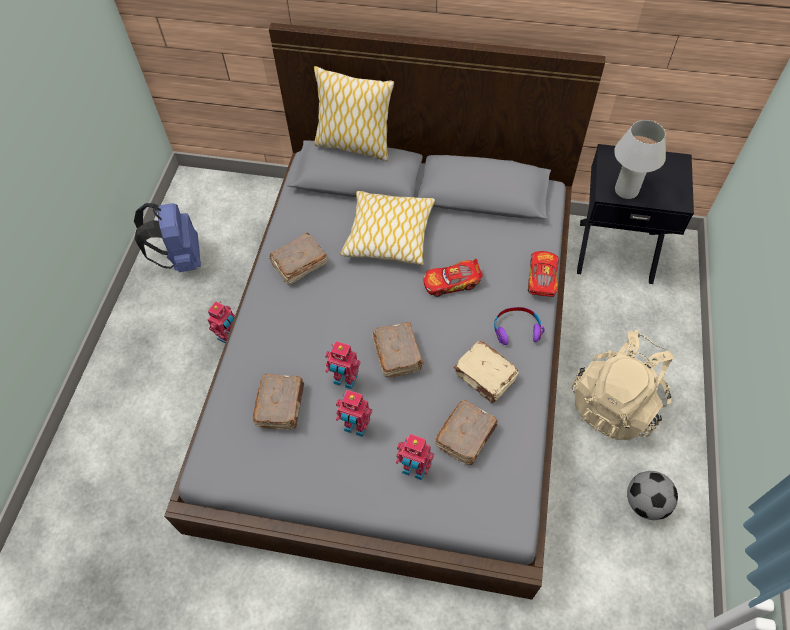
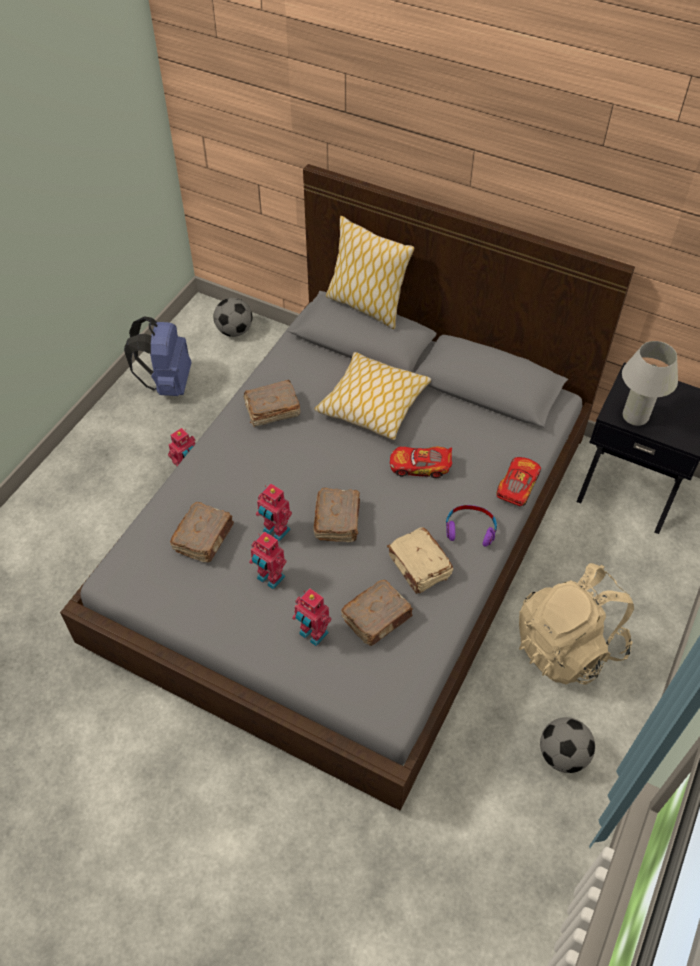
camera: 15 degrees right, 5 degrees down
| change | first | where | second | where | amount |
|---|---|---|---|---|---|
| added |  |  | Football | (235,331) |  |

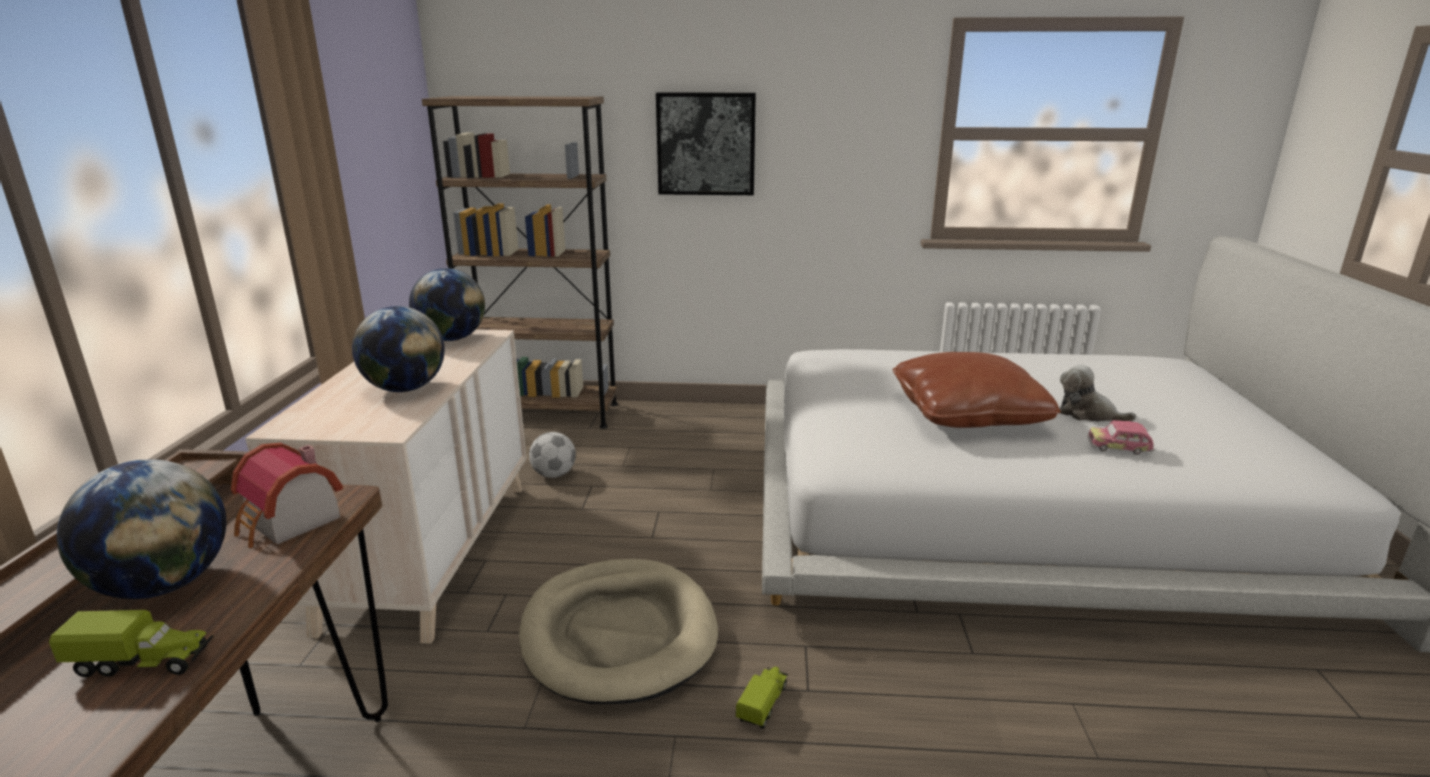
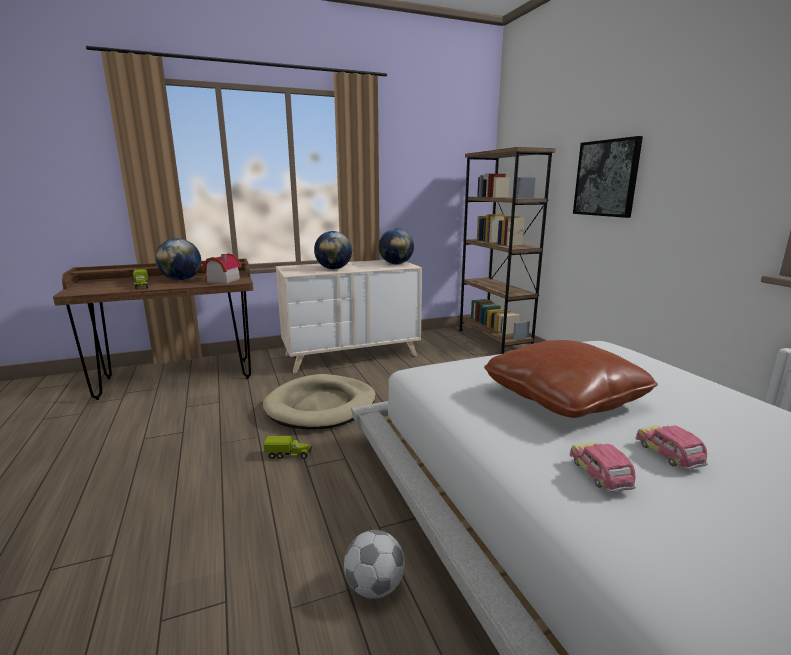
camera: 65 degrees right, 5 degrees down
| change | first | where | second | where | amount |
|---|---|---|---|---|---|
| moved | Football | (554,475) |  | (374,587) |  |
| replaced | PlushToy | (1088,414) | ToyCar | (668,455) |  |

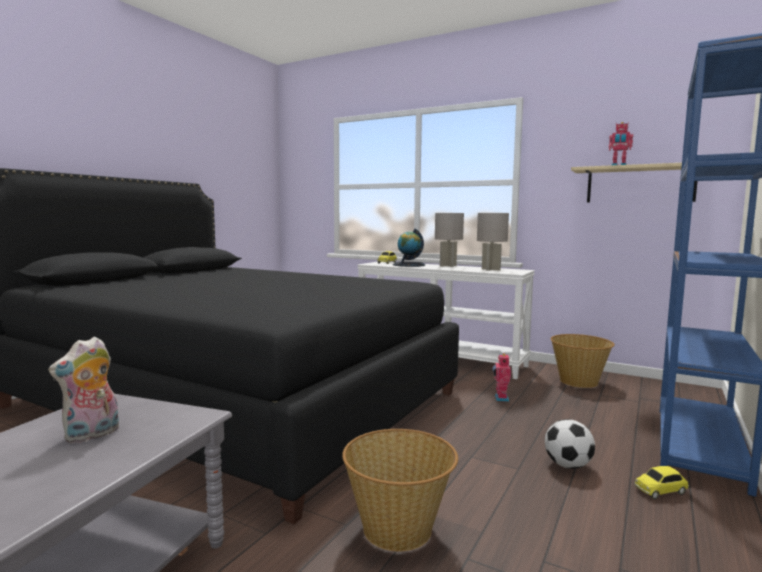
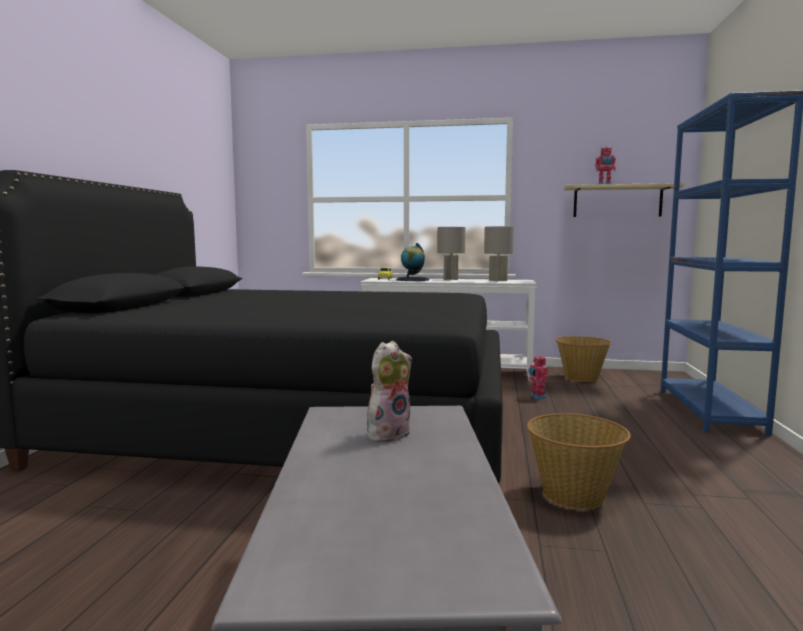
camera: 20 degrees left, 0 degrees up
| change | first | where | second | where | amount |
|---|---|---|---|---|---|
| turned | PlushToy | (92,435) |  | (388,434) | 150 degrees counterclockwise |
| removed | Football | (568,465) |  |  |  |
| removed | ToyCar | (661,491) |  |  |  |

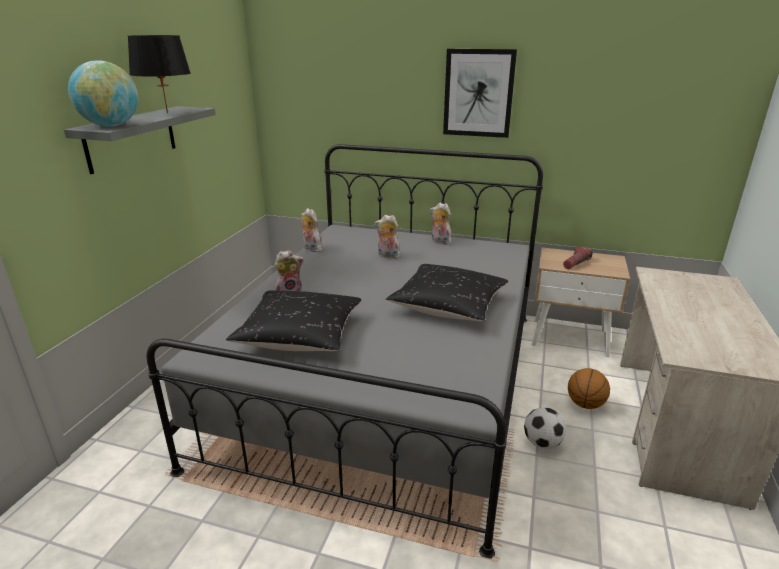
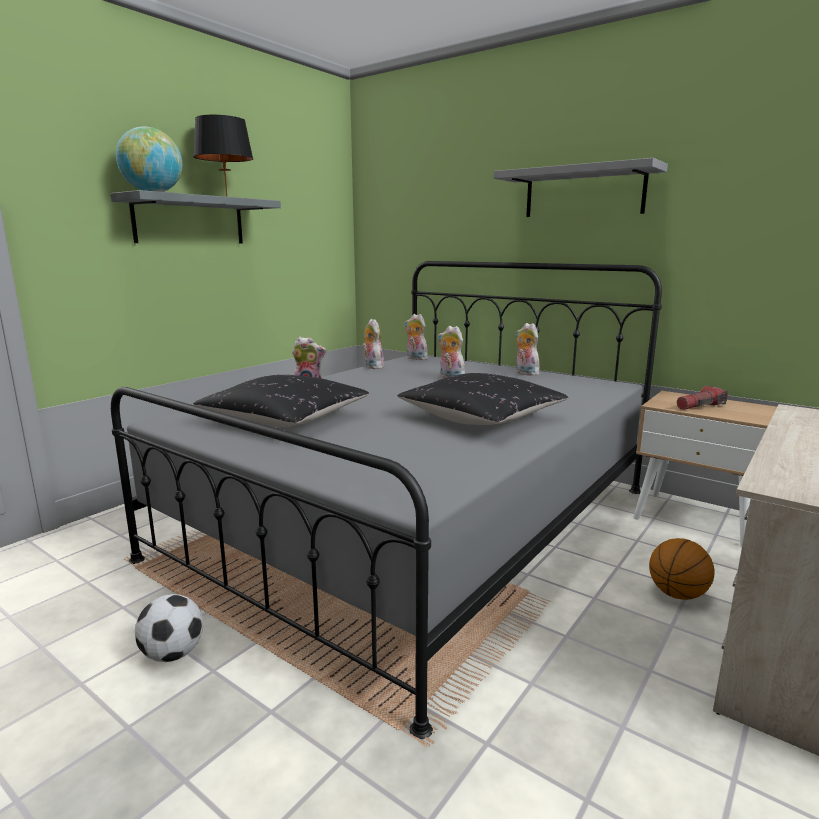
camera: 20 degrees right, 10 degrees down
| change | first | where | second | where | amount |
|---|---|---|---|---|---|
| moved | Football | (542,443) |  | (173,654) |  |
| added |  |  | PlushToy | (415,358) |  |
| replaced | Picture | (478,93) | GreyShelf | (583,192) |  |

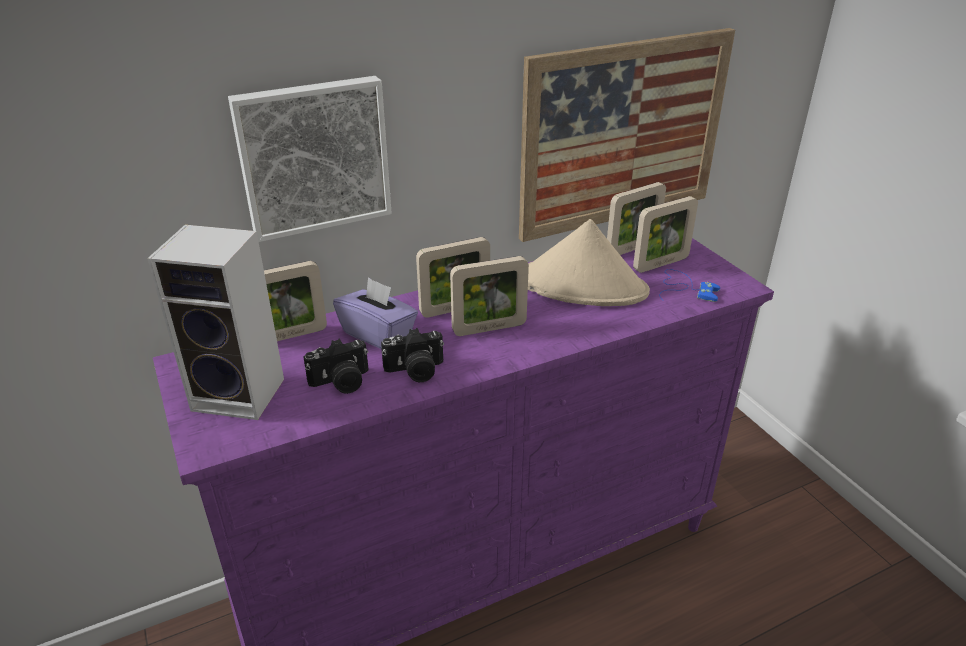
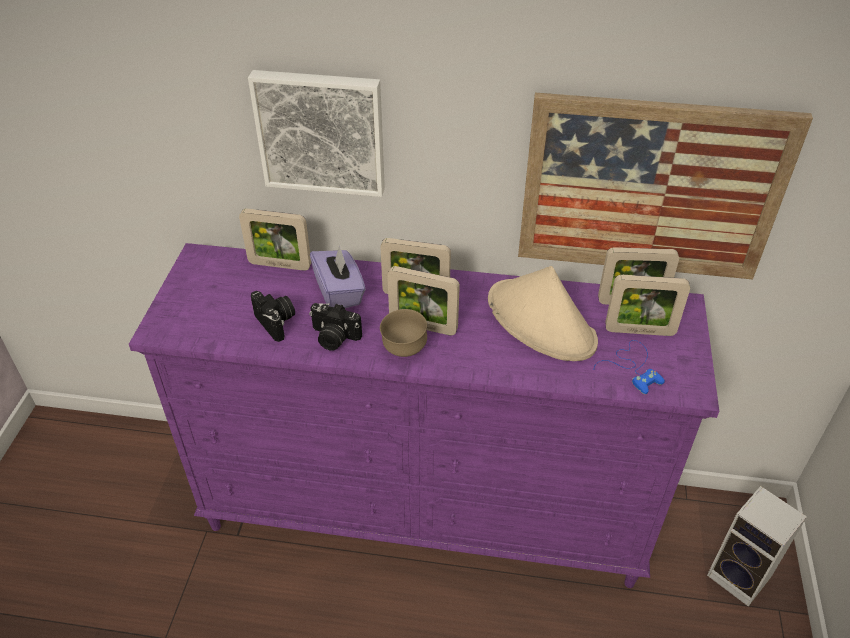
camera: 35 degrees right, 10 degrees up
| change | first | where | second | where | amount |
|---|---|---|---|---|---|
| turned | PhotoCamera | (341,382) |  | (277,322) | 135 degrees counterclockwise |
| added |  |  | BrownBowl | (404,350) |  |
| moved | Speaker | (242,394) |  | (741,577) |  |

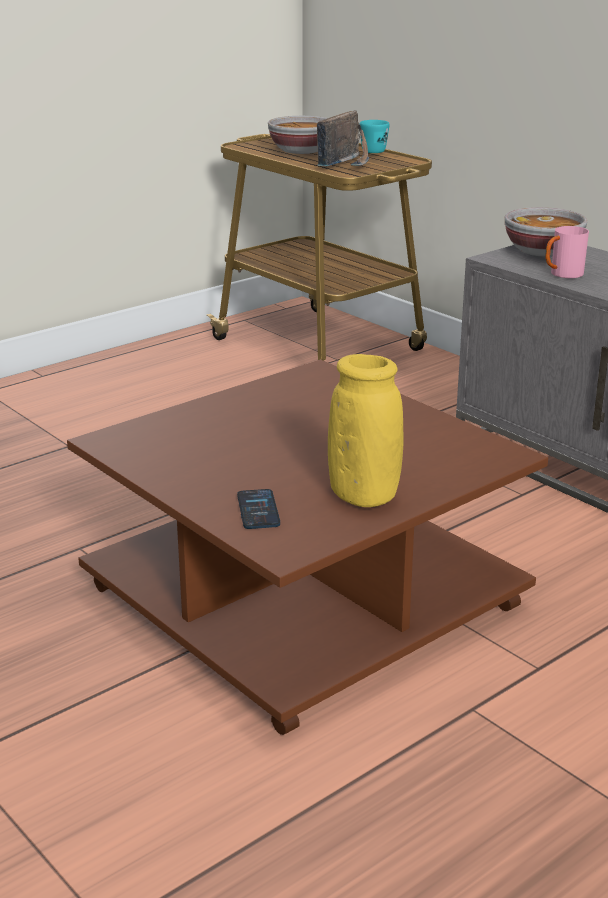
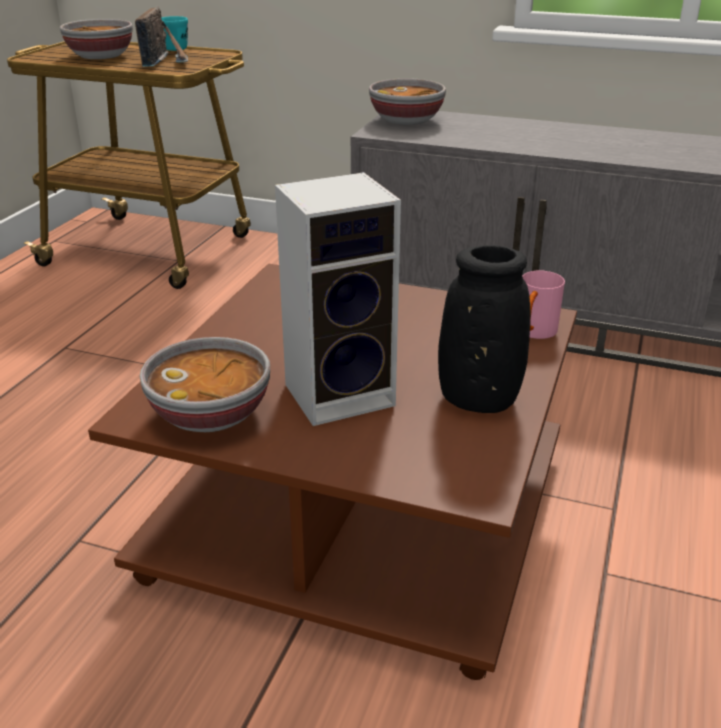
camera: 30 degrees left, 5 degrees up
| change | first | where | second | where | amount |
|---|---|---|---|---|---|
| added |  |  | Bowl | (212,414) |  |
| added |  |  | Speaker | (342,393) |  |
| recoloured | YellowVase | (363,496) | BlackVase | (479,400) |  |
| moved | PinkMug | (562,275) |  | (534,333) |  |
| removed | Phone | (258,510) |  |  |  |

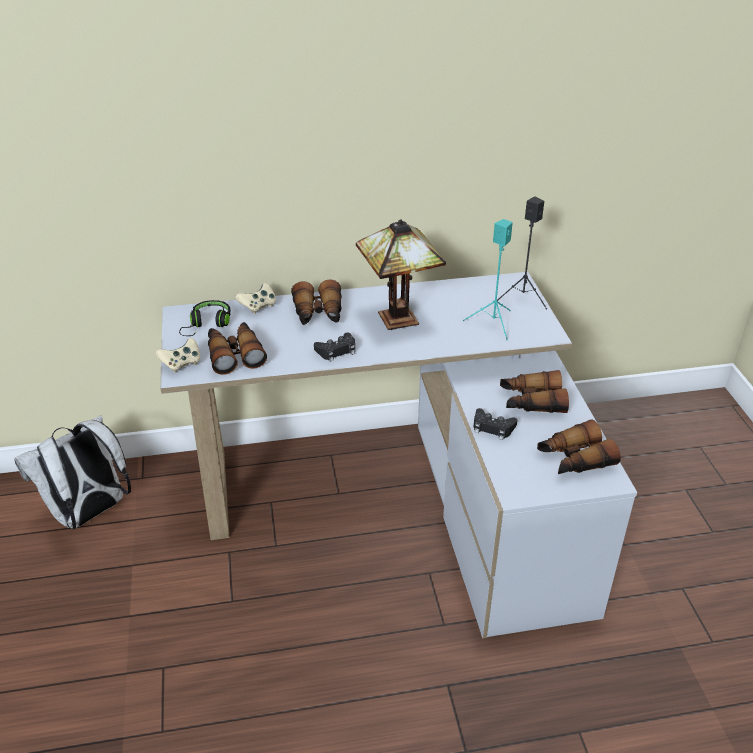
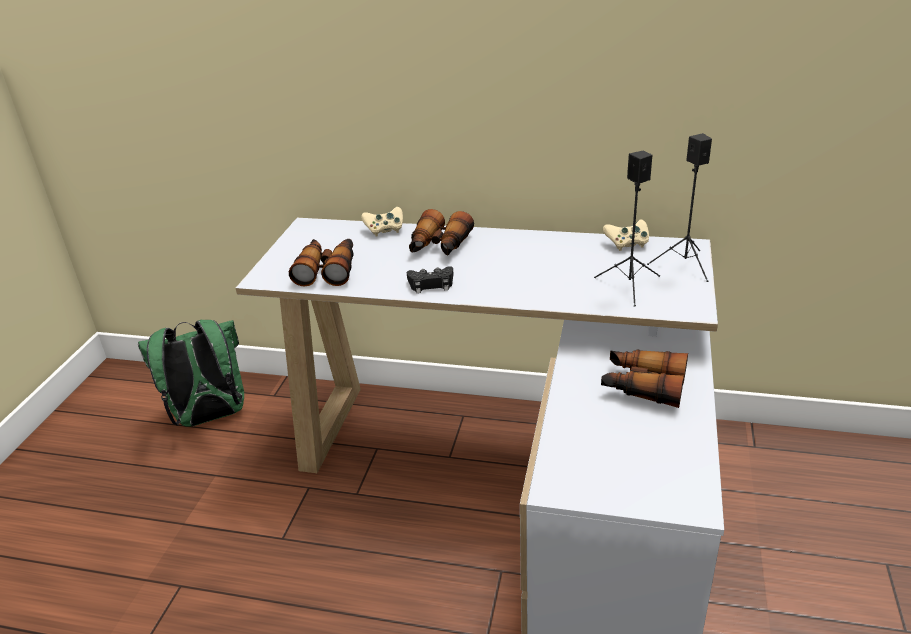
camera: 25 degrees right, 5 degrees down
| change | first | where | second | where | amount |
|---|---|---|---|---|---|
| recoloured | WhiteBackpack | (89,513) | GreenBackpack | (209,417) |  |
| recoloured | TurquoiseSpeaker | (494,323) | BlackSpeaker | (629,286) |  |
| moved | BeigeGameController | (181,364) |  | (627,244) |  |
| removed | BlackHeadphones | (207,324) |  |  |  |
| removed | TableLamp | (401,320) |  |  |  |
| removed | BlackGameController | (492,428) |  |  |  |
| removed | Binoculars | (574,459) |  |  |  |

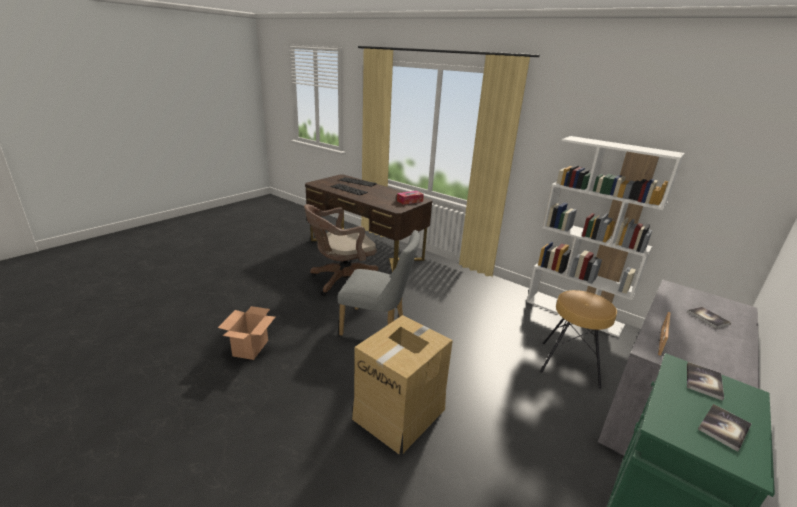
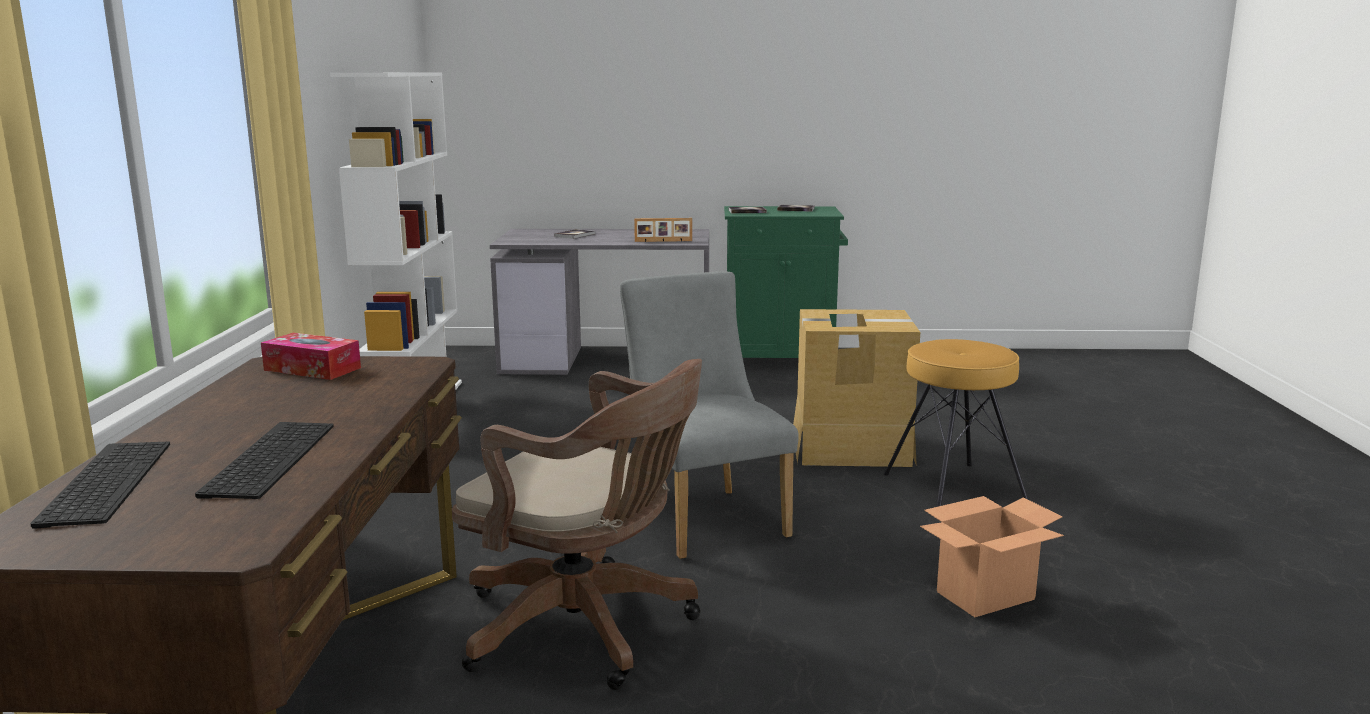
camera: 125 degrees left, 10 degrees down
| change | first | where | second | where | amount |
|---|---|---|---|---|---|
| moved | BrownStool | (569,363) |  | (953,489) |  |

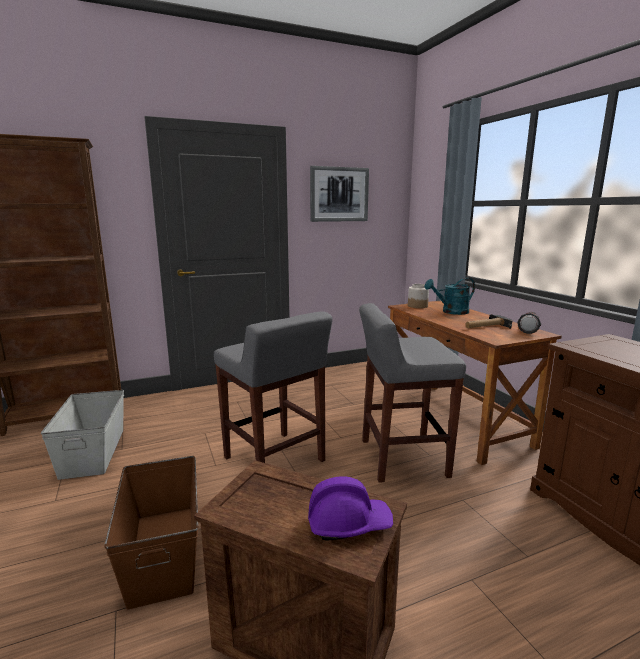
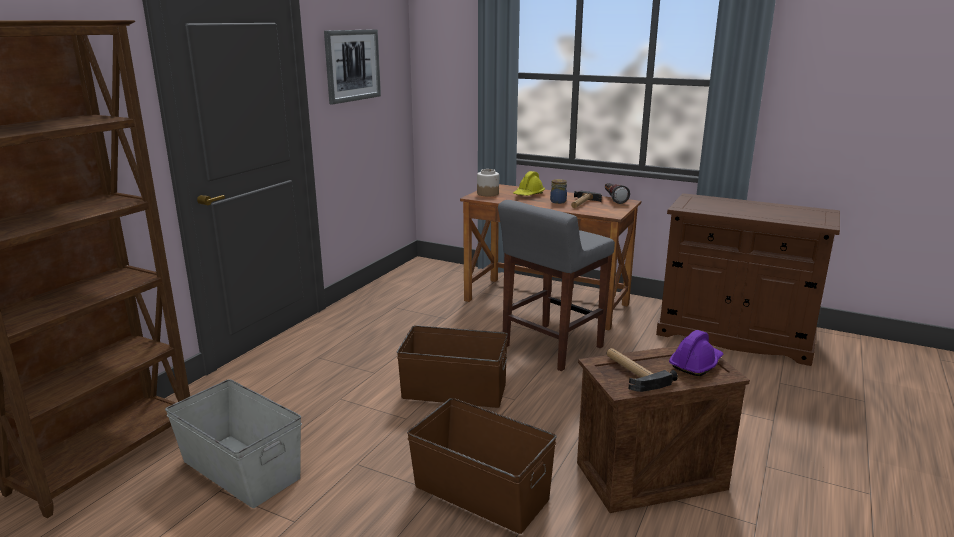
camera: 40 degrees left, 5 degrees up
| change | first | where | second | where | amount |
|---|---|---|---|---|---|
| replaced | GreyStool | (275,460) | BrownStorageBox | (454,391) |  |
| replaced | TurquoiseWateringCan | (451,312) | YellowHardHat | (528,194) |  |
| added |  |  | Jar | (558,201) |  |
| added |  |  | Hammer | (632,372) |  |

